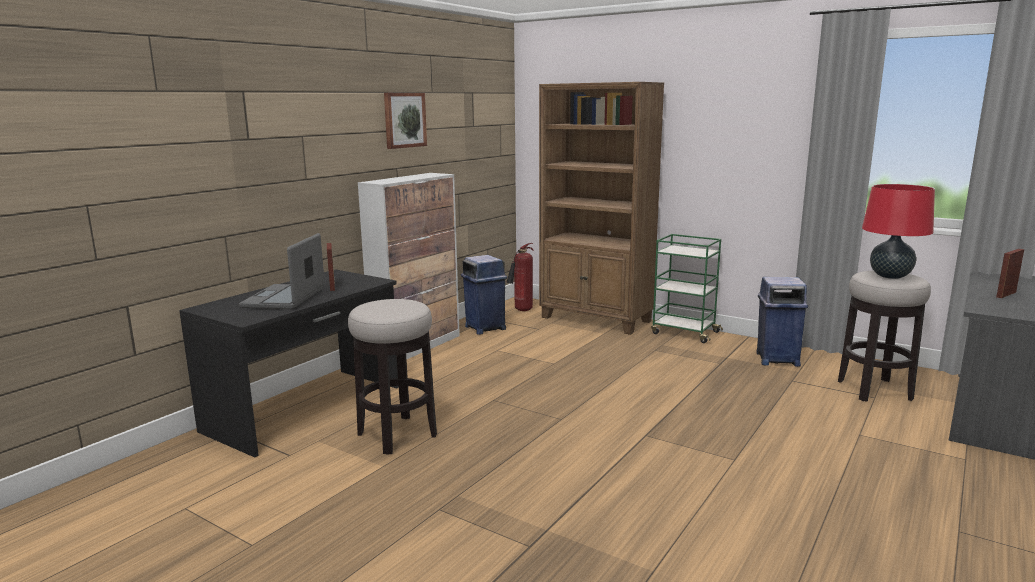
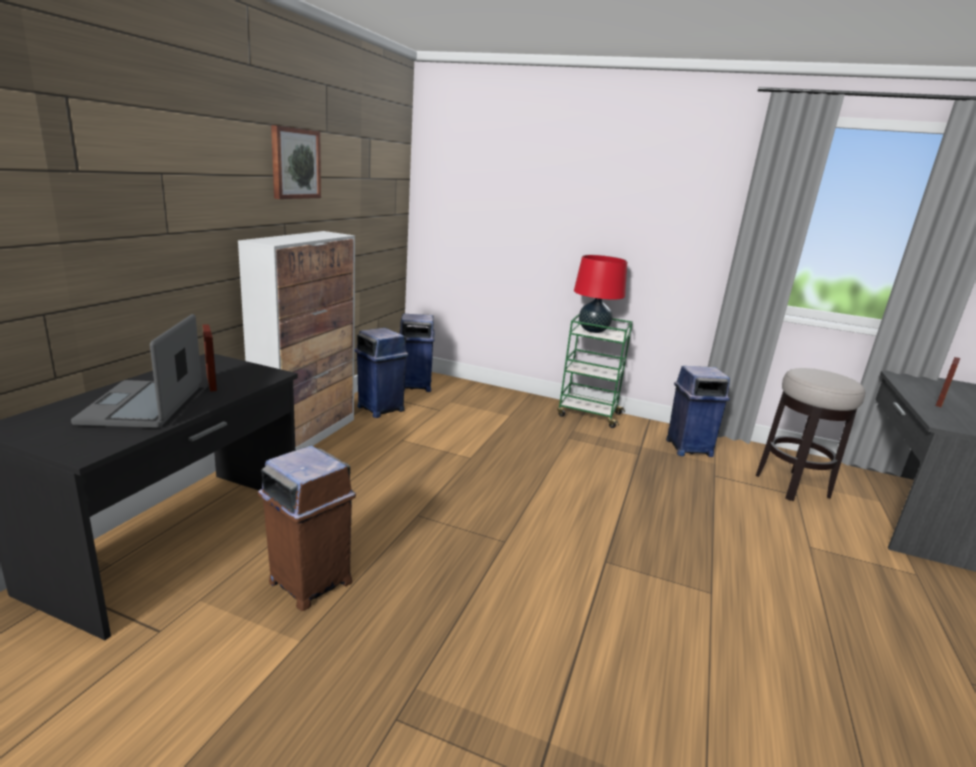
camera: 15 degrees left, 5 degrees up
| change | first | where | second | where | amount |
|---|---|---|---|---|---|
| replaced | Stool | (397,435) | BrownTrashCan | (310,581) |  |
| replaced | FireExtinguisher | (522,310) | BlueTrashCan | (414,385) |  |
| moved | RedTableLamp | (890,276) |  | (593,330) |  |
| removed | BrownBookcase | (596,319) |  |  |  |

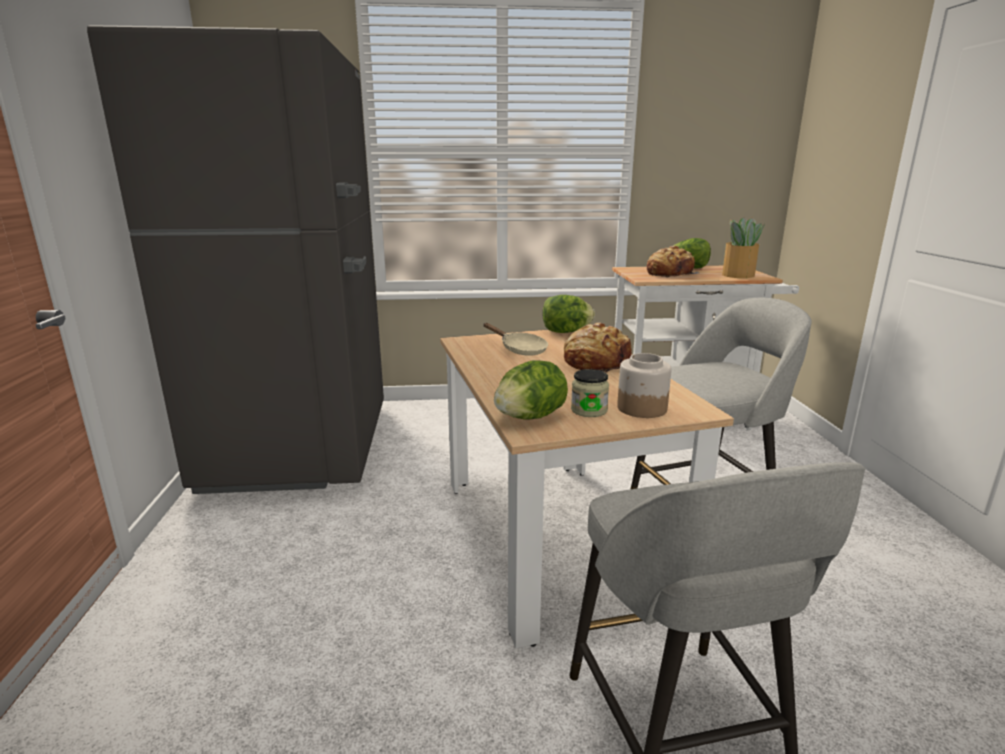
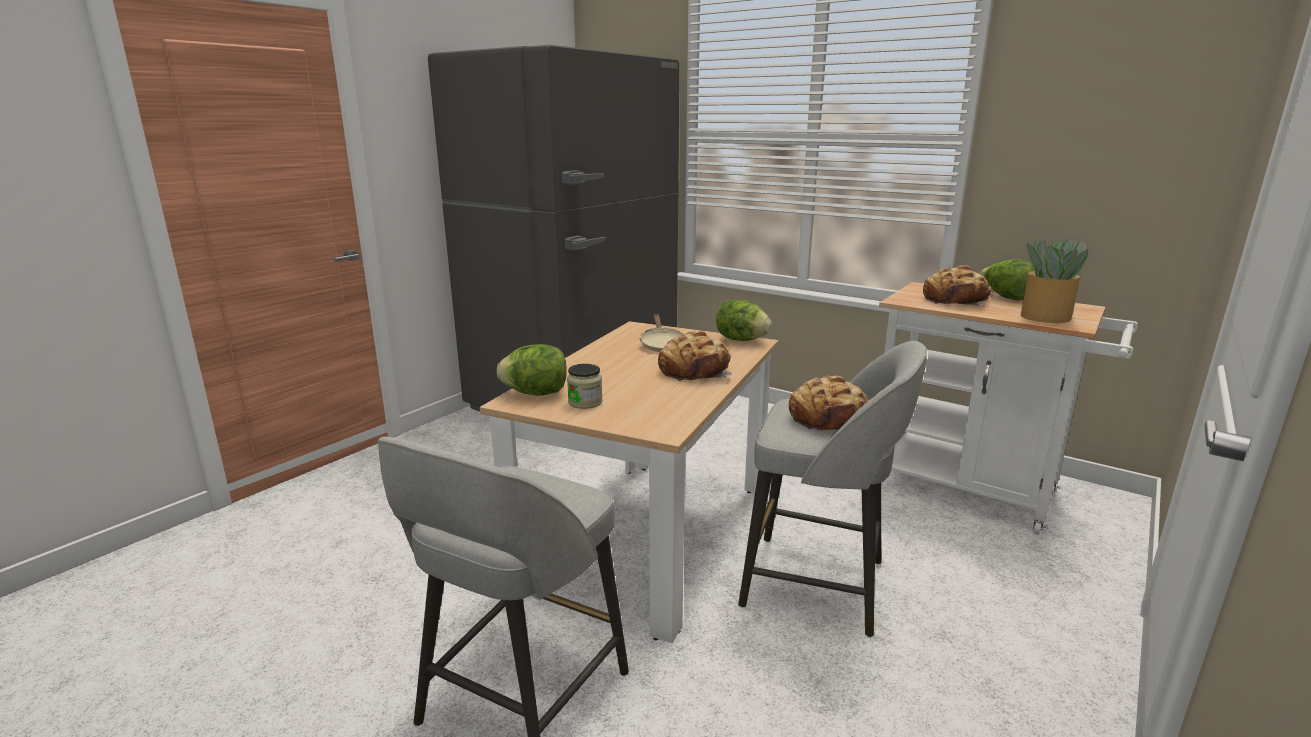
camera: 40 degrees right, 0 degrees up
| change | first | where | second | where | amount |
|---|---|---|---|---|---|
| added |  |  | Bread | (829,419) |  |
| removed | Jar | (641,408) |  |  |  |

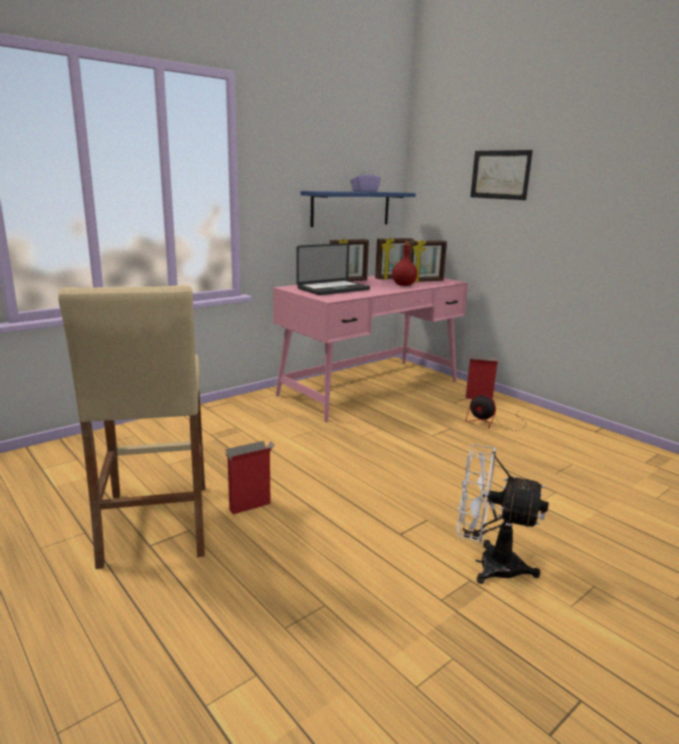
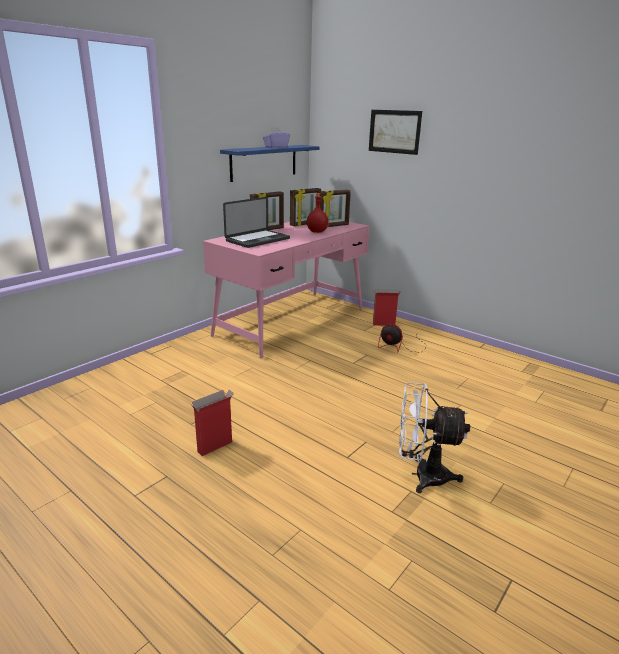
camera: 10 degrees left, 5 degrees up
| change | first | where | second | where | amount |
|---|---|---|---|---|---|
| removed | BeigeStool | (155,523) |  |  |  |

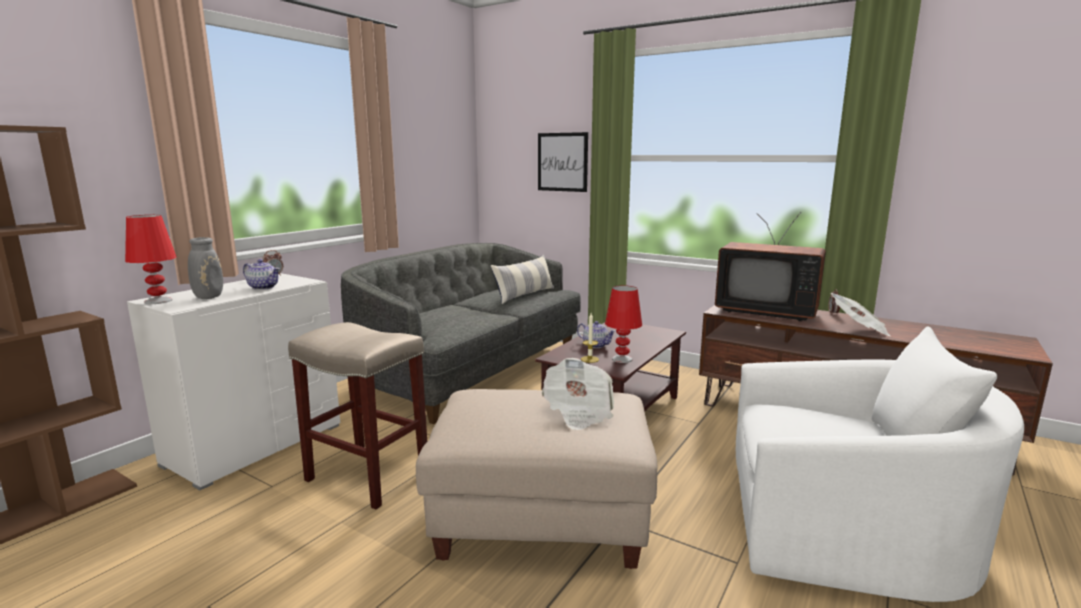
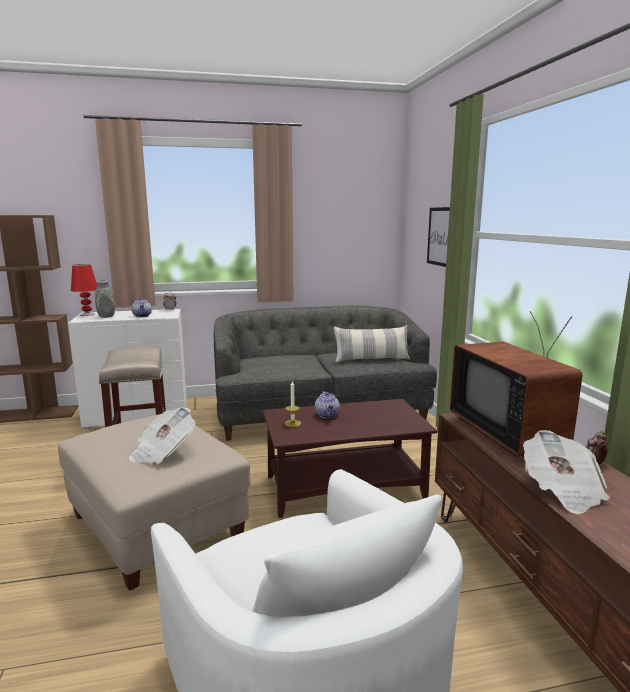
camera: 45 degrees right, 0 degrees up
| change | first | where | second | where | amount |
|---|---|---|---|---|---|
| removed | RedTableLamp | (622,359) |  |  |  |

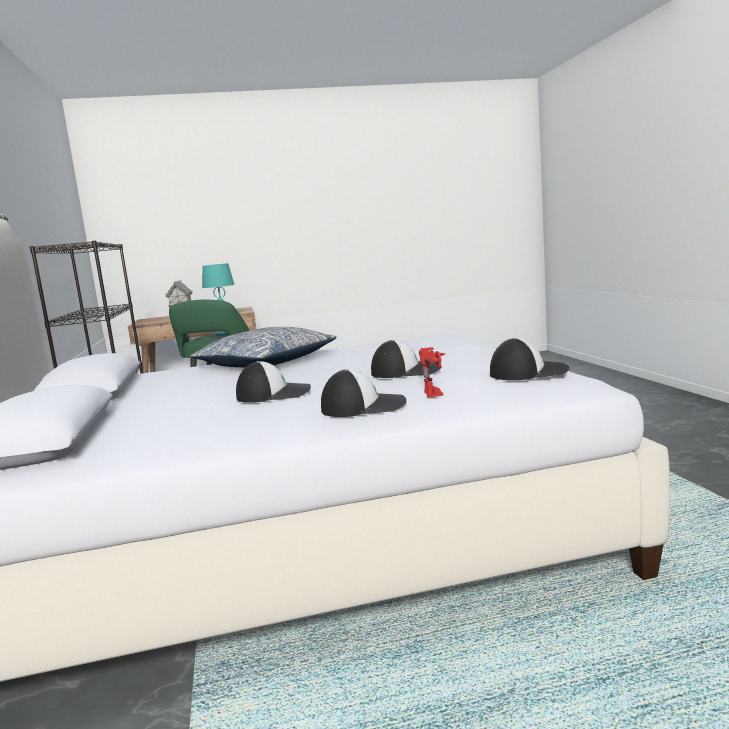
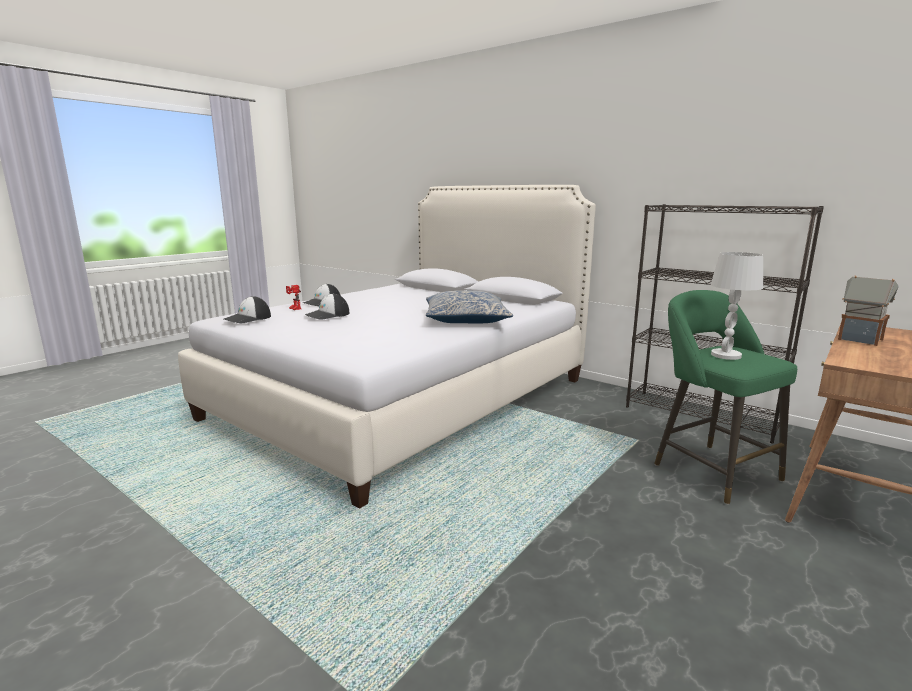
camera: 140 degrees right, 5 degrees up
| change | first | where | second | where | amount |
|---|---|---|---|---|---|
| recoloured | TurquoiseTableLamp | (225,334) | WhiteTableLamp | (726,355) |  |
| removed | Cap | (274,394) |  |  |  |

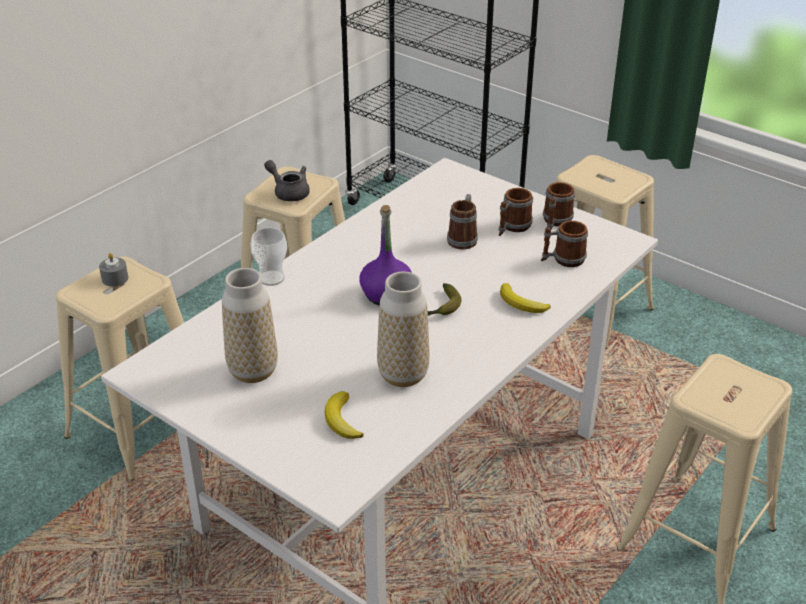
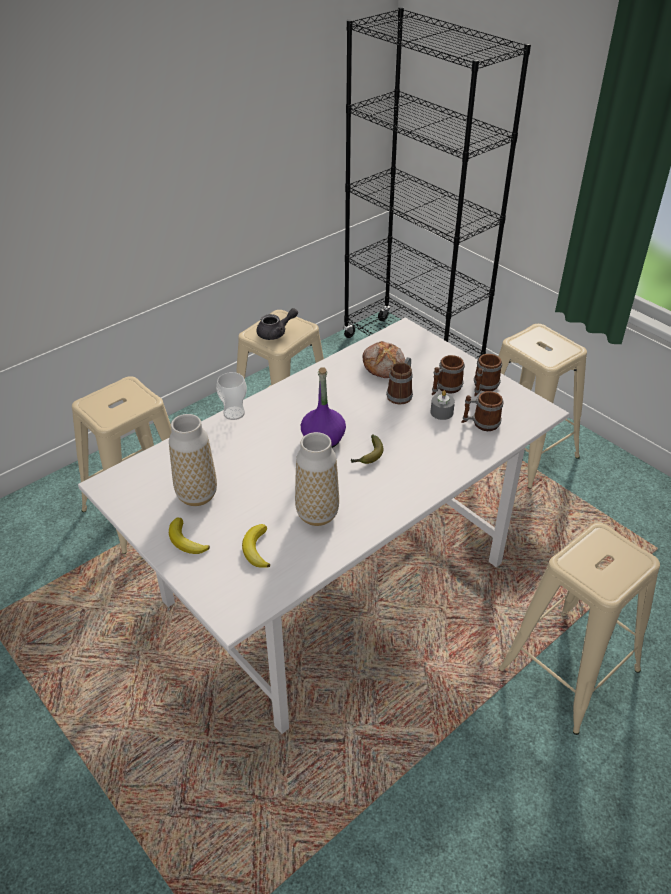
camera: 10 degrees right, 5 degrees up
| change | first | where | second | where | amount |
|---|---|---|---|---|---|
| moved | Banana | (521,303) |  | (186,540) |  |
| turned | GreyTeapot | (289,192) |  | (276,333) | 105 degrees clockwise |
| added |  |  | Bread | (384,365) |  |
| moved | GreyCandle | (115,278) |  | (441,412) |  |

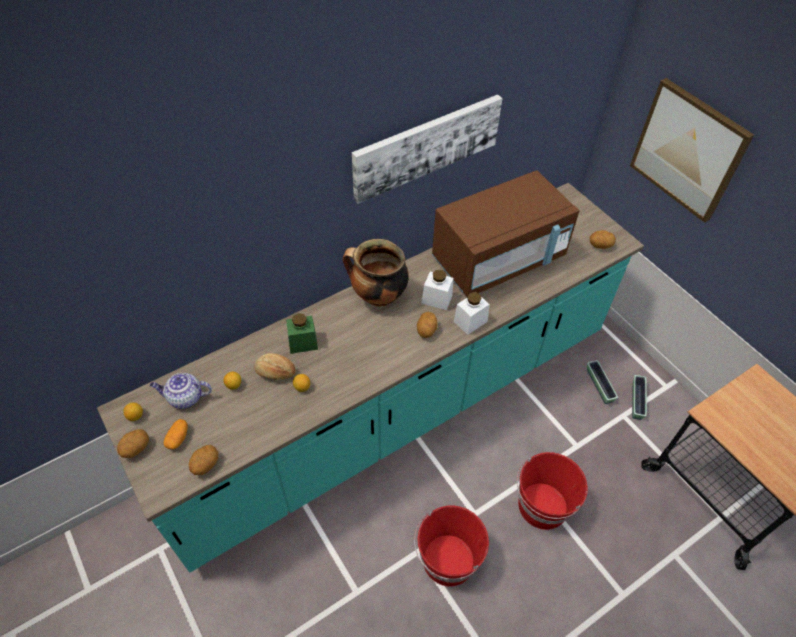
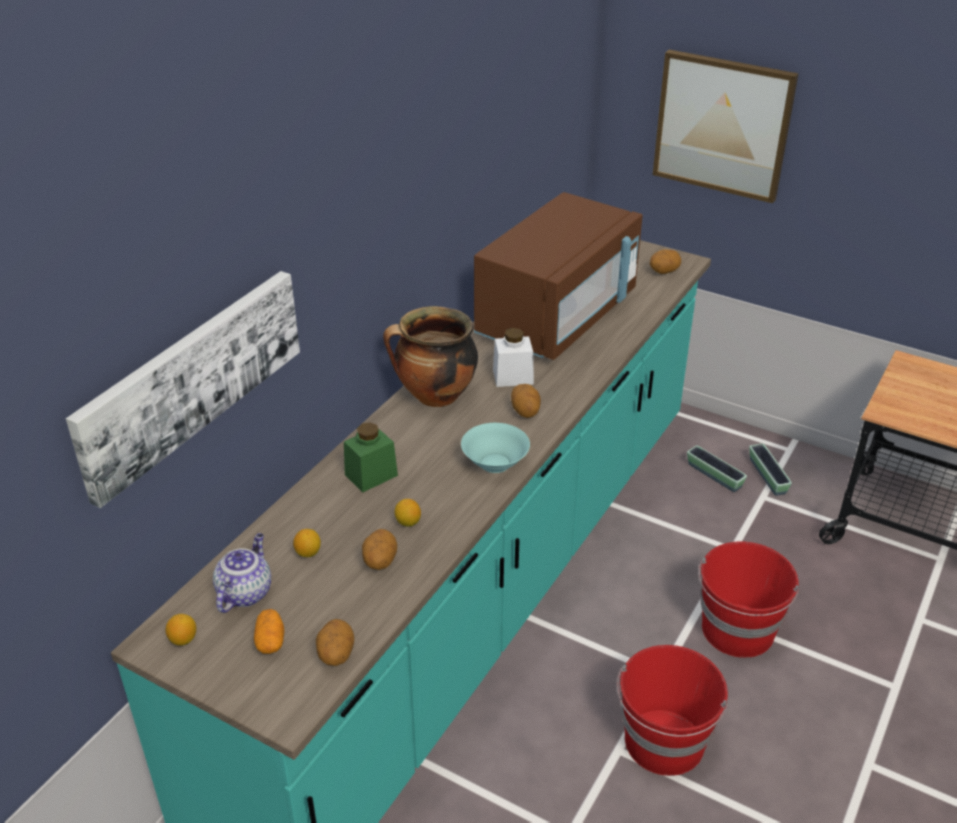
camera: 25 degrees left, 15 degrees down
| change | first | where | second | where | amount |
|---|---|---|---|---|---|
| moved | Picture | (426,146) |  | (191,379) |  |
| turned | Teapot | (184,398) |  | (245,592) | 135 degrees clockwise |
| moved | Potato | (136,448) |  | (379,561) |  |
| added |  |  | TurquoiseBowl | (496,463) |  |
| removed | Bread | (275,372) |  |  |  |
| removed | WhiteJar | (470,321) |  |  |  |

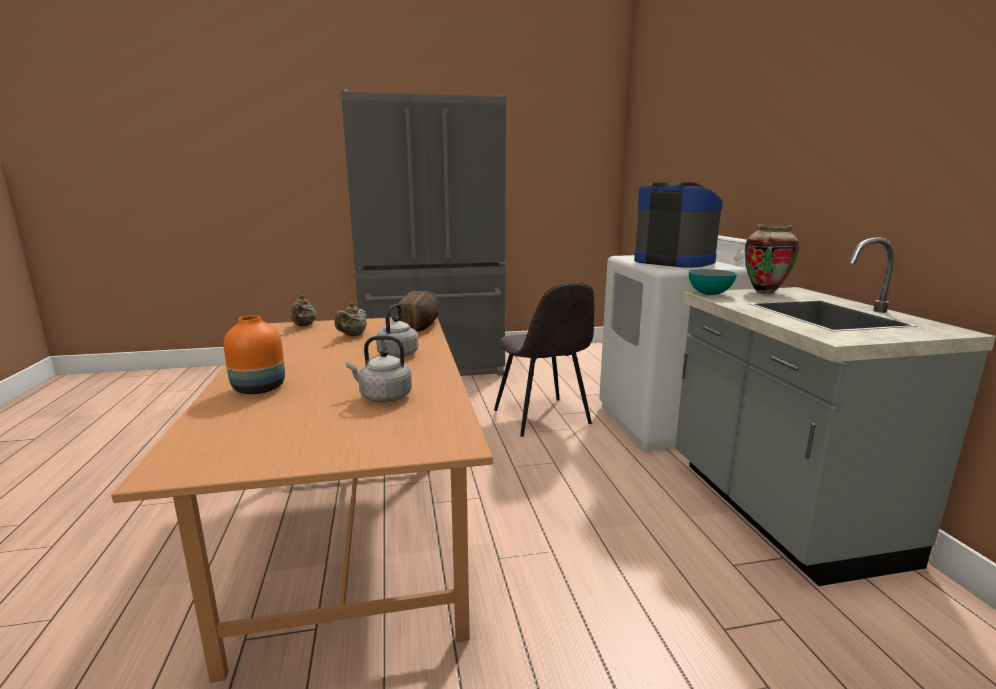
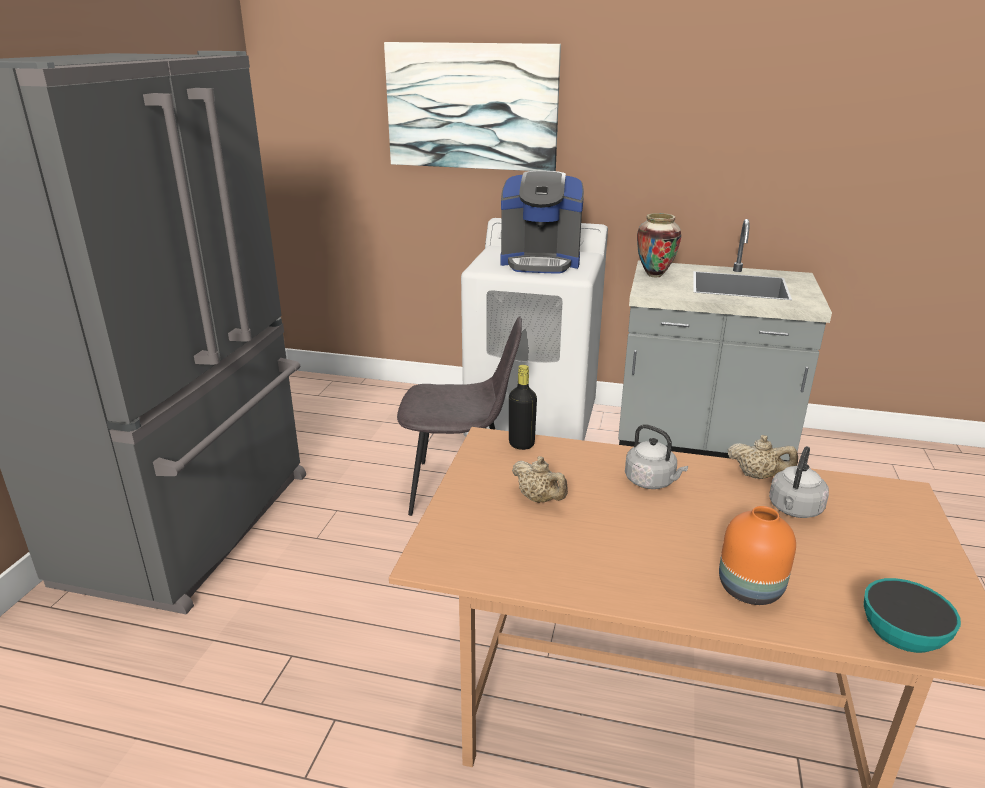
camera: 65 degrees left, 10 degrees up
| change | first | where | second | where | amount |
|---|---|---|---|---|---|
| added |  |  | Picture | (472,107) |  |
| turned | CoffeeMachine | (673,261) |  | (540,262) | 150 degrees counterclockwise |
| replaced | Bread | (422,325) | BlackBottle | (521,444) |  |
| moved | BeigeTeapot | (304,326) |  | (758,476) |  |
| moved | Bowl | (709,294) |  | (900,639) |  |

